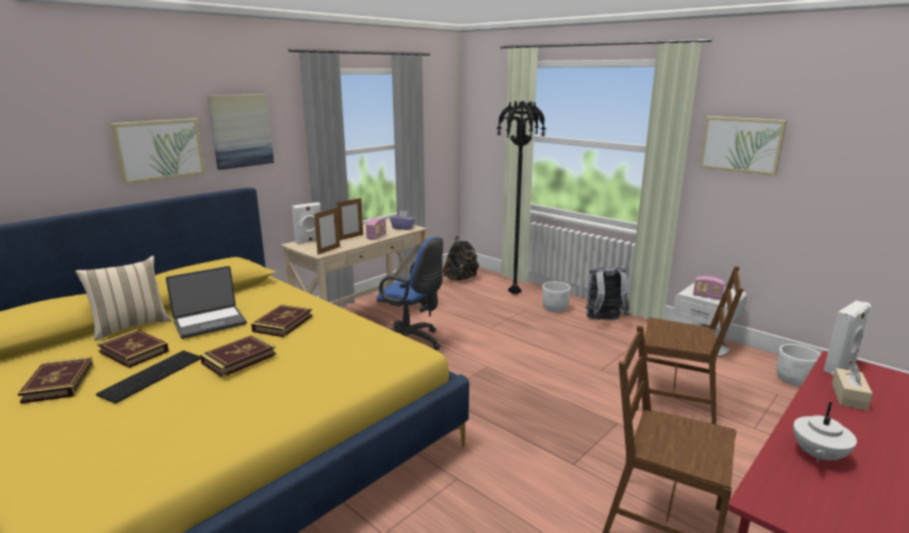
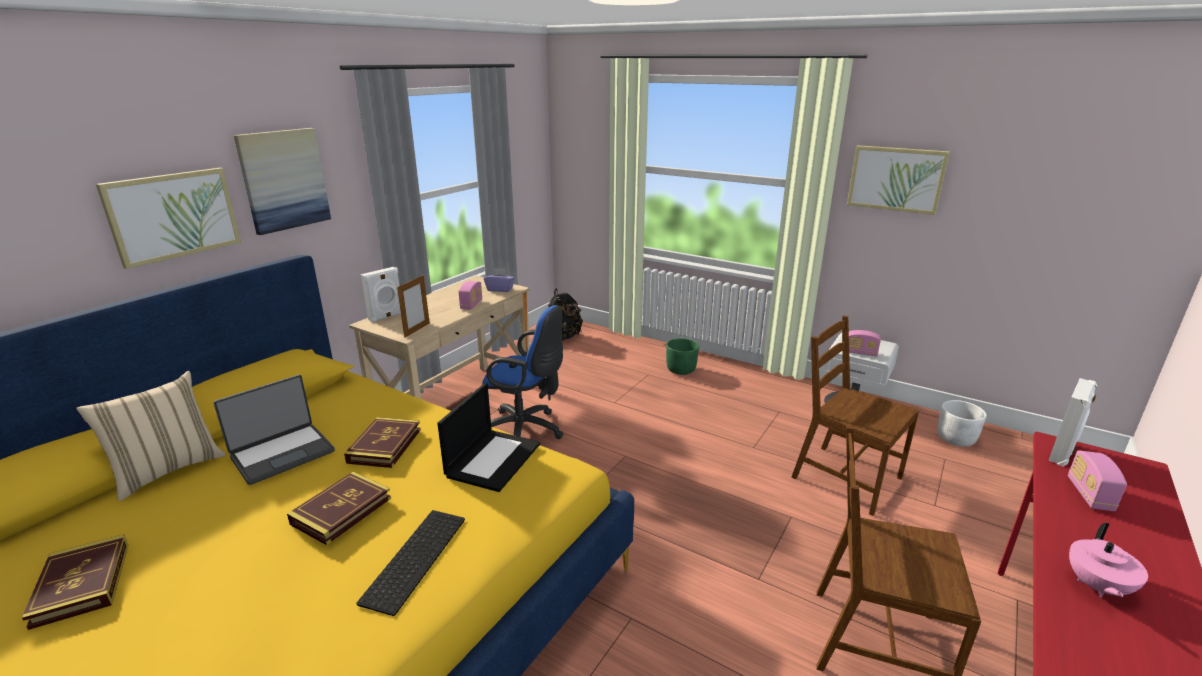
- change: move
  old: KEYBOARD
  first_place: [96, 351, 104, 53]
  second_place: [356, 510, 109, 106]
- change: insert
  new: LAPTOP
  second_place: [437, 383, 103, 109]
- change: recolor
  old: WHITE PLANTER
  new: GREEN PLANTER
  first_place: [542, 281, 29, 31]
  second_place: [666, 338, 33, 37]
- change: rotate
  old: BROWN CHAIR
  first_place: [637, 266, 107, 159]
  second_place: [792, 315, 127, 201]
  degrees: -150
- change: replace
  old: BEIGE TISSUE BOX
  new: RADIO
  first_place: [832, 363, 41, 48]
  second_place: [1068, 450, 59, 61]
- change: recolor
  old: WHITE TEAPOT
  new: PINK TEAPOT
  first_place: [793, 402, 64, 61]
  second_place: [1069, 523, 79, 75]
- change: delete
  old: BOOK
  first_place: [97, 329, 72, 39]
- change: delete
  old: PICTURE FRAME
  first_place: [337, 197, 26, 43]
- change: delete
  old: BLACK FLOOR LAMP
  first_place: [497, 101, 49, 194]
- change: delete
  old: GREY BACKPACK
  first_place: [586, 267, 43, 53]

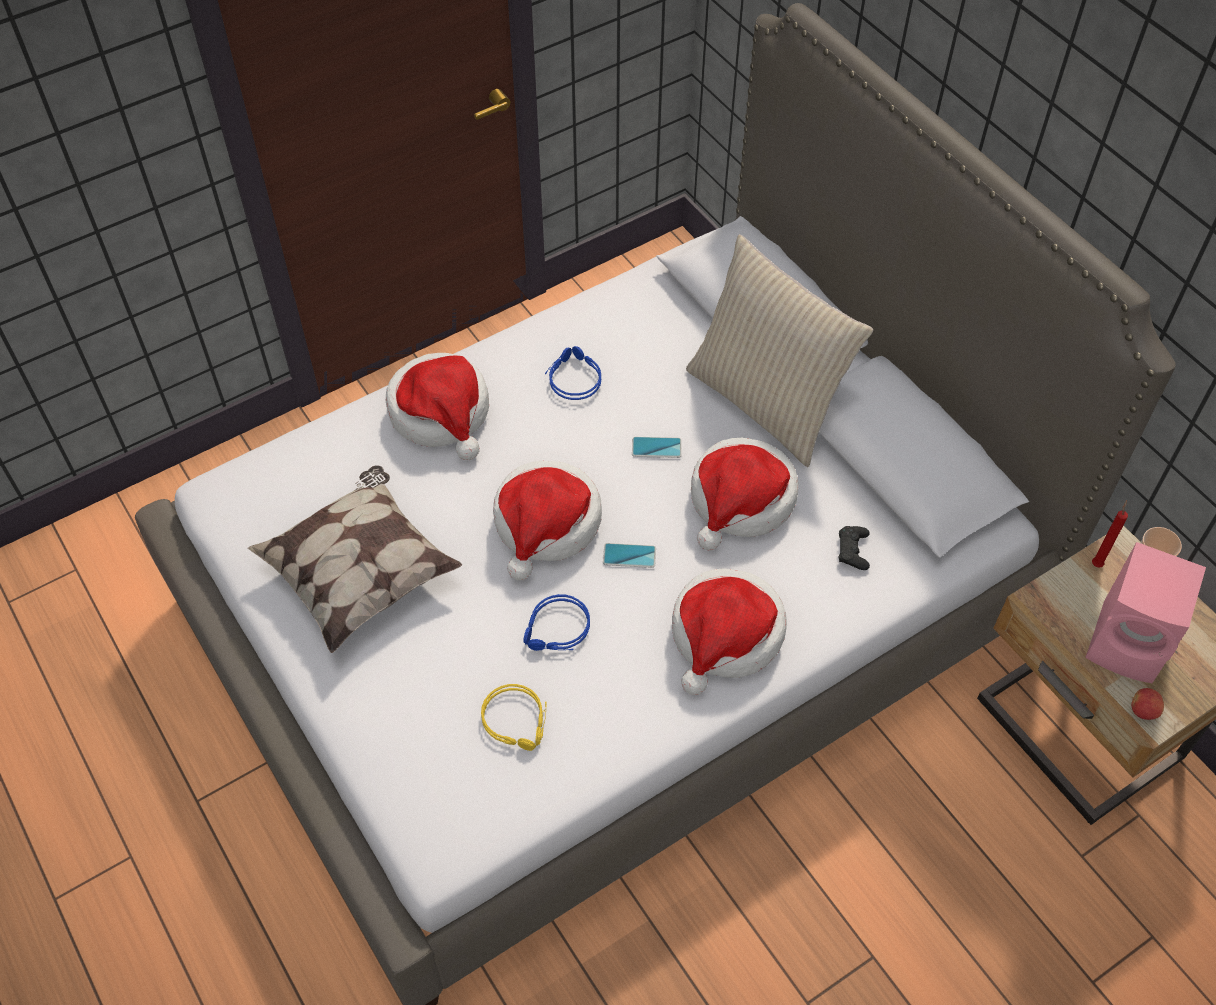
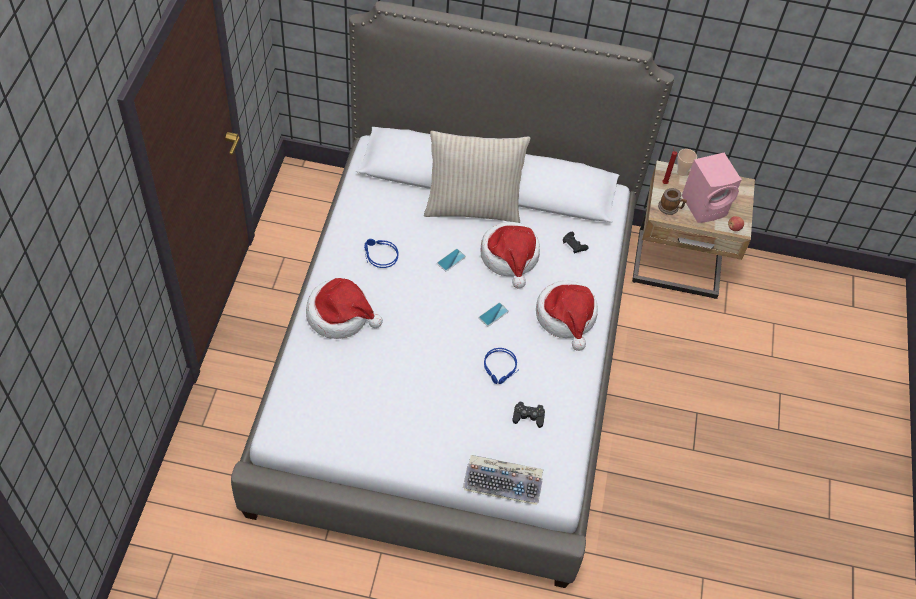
- change: insert
  new: KEYBOARD
  second_place: [463, 455, 80, 50]
- change: replace
  old: YELLOW HEADPHONES
  new: BLACK GAME CONTROLLER
  first_place: [481, 684, 66, 67]
  second_place: [512, 402, 33, 26]
- change: insert
  new: MUG
  second_place: [658, 188, 29, 27]
- change: delete
  old: PILLOW
  first_place: [248, 465, 214, 188]
- change: delete
  old: HAT
  first_place: [493, 461, 109, 119]

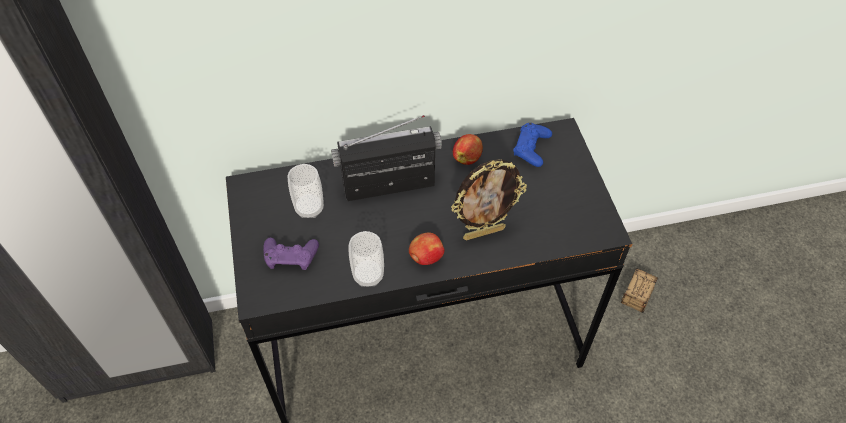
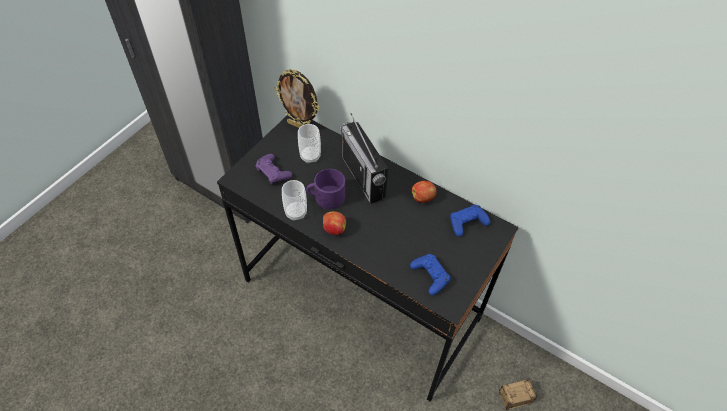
- change: move
  old: PICTURE FRAME
  first_place: [451, 159, 76, 82]
  second_place: [274, 69, 45, 59]
- change: insert
  new: PURPLE MUG
  second_place: [306, 169, 39, 40]
- change: rotate
  old: RADIO
  first_place: [331, 115, 111, 86]
  second_place: [340, 113, 48, 91]
  degrees: -150
- change: insert
  new: BLUE GAME CONTROLLER
  second_place: [410, 254, 41, 41]

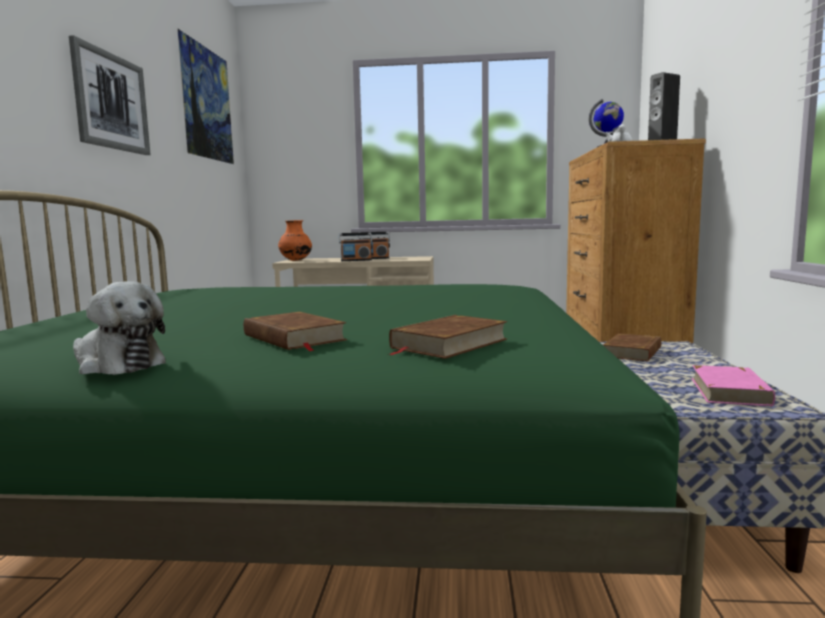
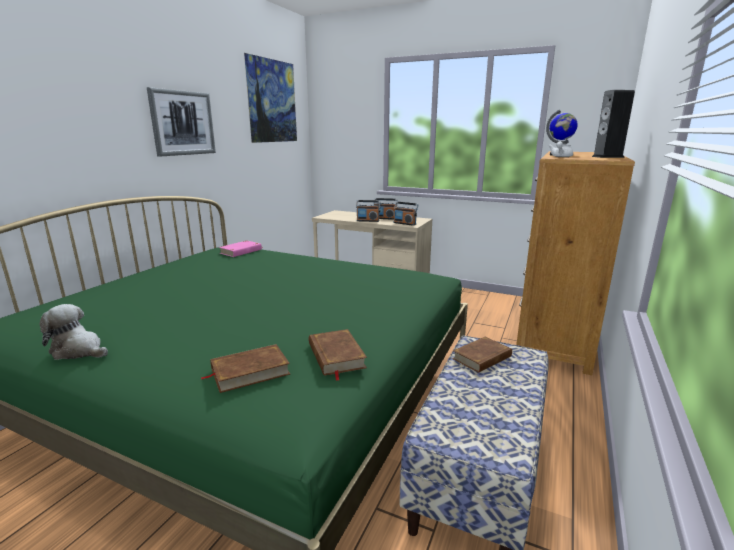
- change: rotate
  old: PLUSH TOY
  first_place: [73, 281, 93, 94]
  second_place: [40, 304, 68, 56]
  degrees: 150
- change: move
  old: PINK BOOK
  first_place: [692, 365, 83, 41]
  second_place: [219, 241, 44, 16]
- change: move
  old: BROWN BOOK
  first_place: [244, 312, 103, 39]
  second_place: [309, 329, 58, 52]
- change: insert
  new: RADIO
  second_place: [394, 202, 24, 24]
- change: delete
  old: ORANGE VASE
  first_place: [278, 220, 34, 41]

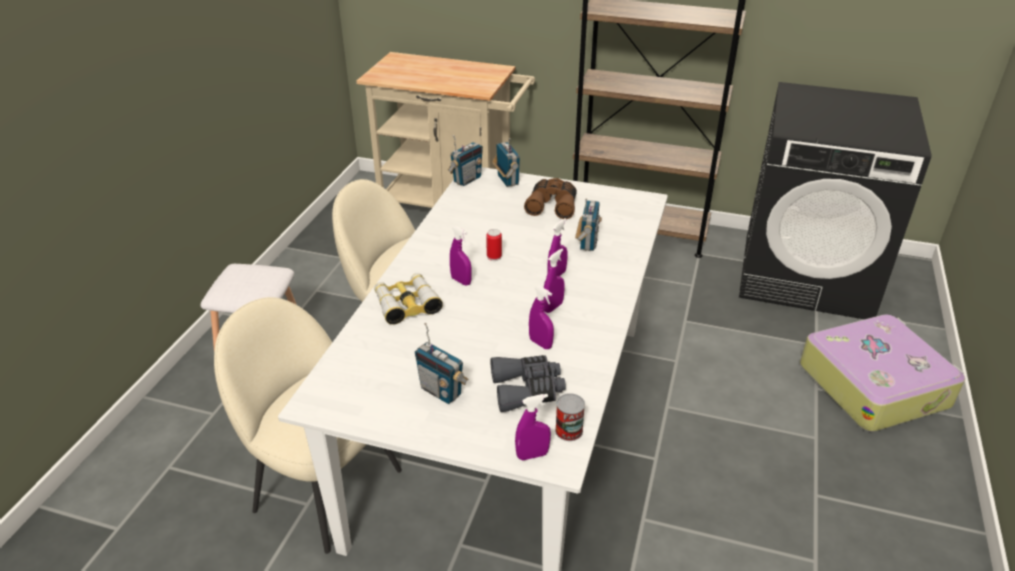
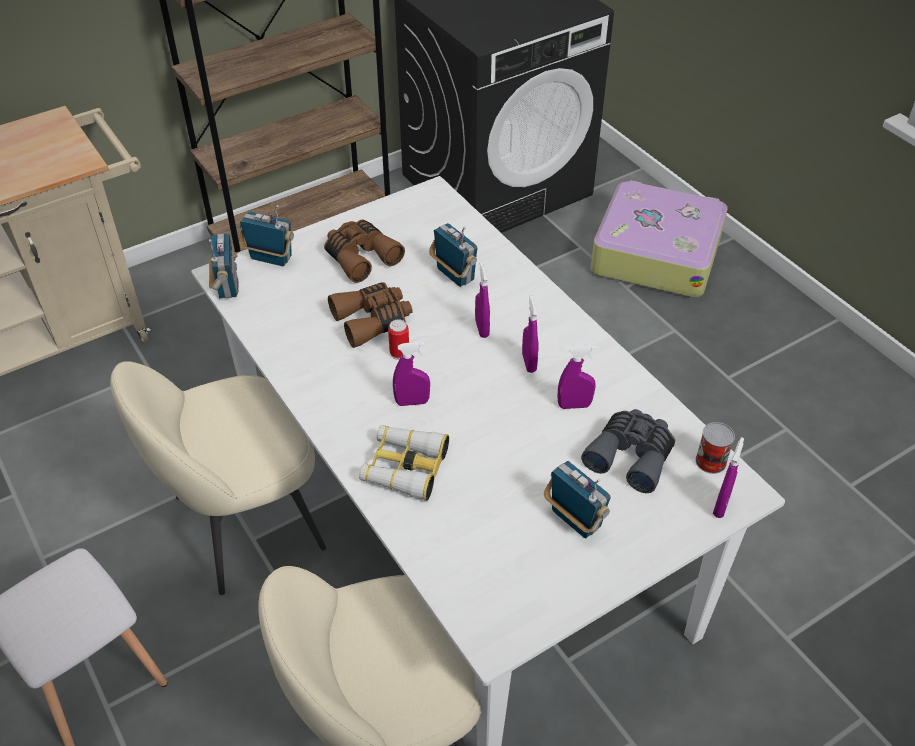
- change: insert
  new: BROWN BINOCULARS
  second_place: [328, 282, 85, 66]
- change: rotate
  old: RADIO
  first_place: [415, 323, 53, 81]
  second_place: [544, 461, 67, 77]
  degrees: -120

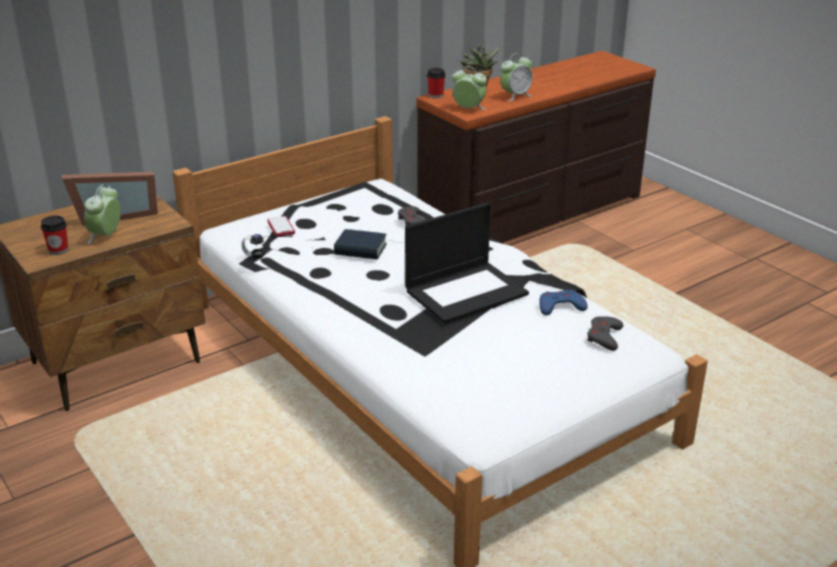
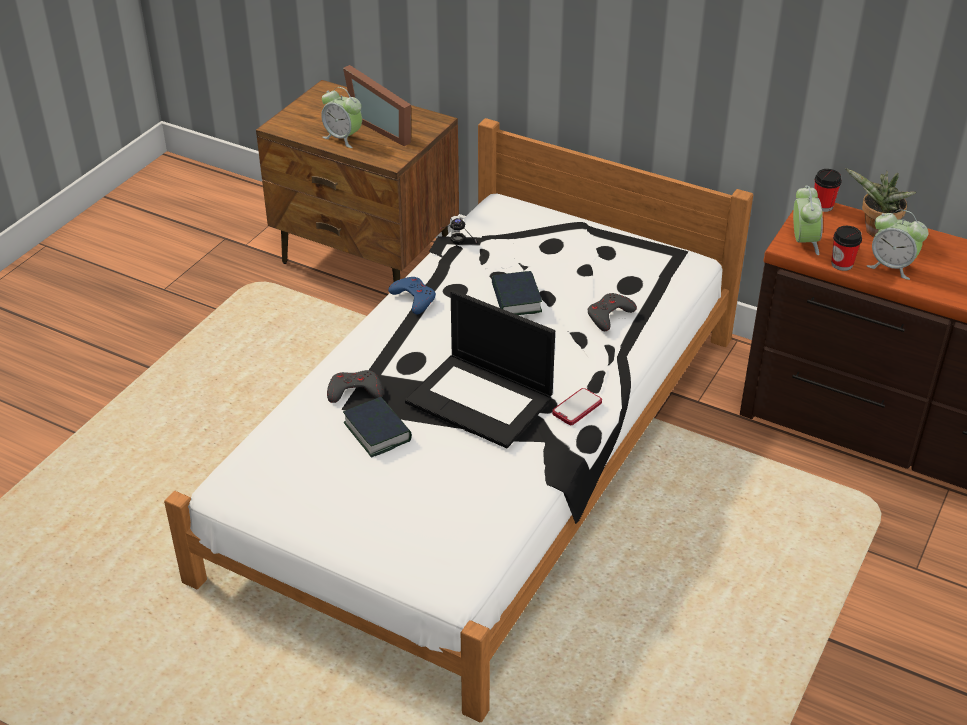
- change: rotate
  old: ALARM CLOCK
  first_place: [84, 185, 37, 59]
  second_place: [321, 87, 41, 61]
  degrees: -135
- change: move
  old: GREY GAME CONTROLLER
  first_place: [587, 316, 36, 35]
  second_place: [327, 370, 57, 33]
- change: insert
  new: BOOK
  second_place: [343, 397, 69, 61]
- change: move
  old: BLUE GAME CONTROLLER
  first_place: [539, 290, 49, 25]
  second_place: [388, 277, 48, 37]
- change: move
  old: PHONE
  first_place: [268, 216, 27, 20]
  second_place: [552, 388, 50, 37]
- change: move
  old: CUP
  first_place: [41, 215, 27, 40]
  second_place: [831, 226, 31, 45]

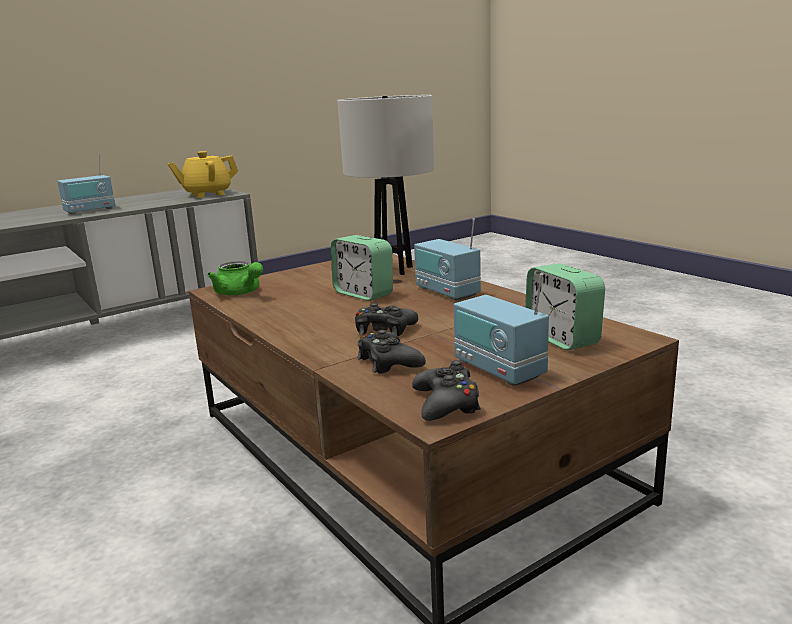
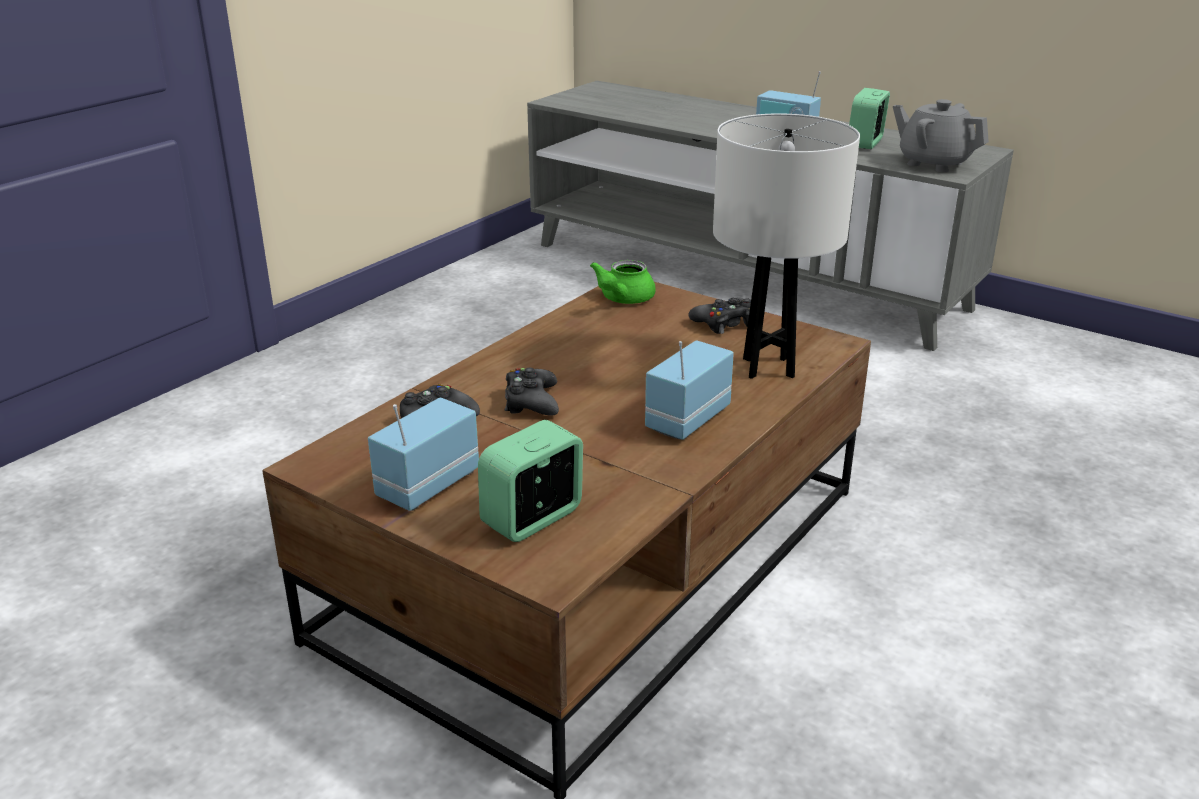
- change: move
  old: BLACK GAME CONTROLLER
  first_place: [412, 360, 69, 61]
  second_place: [689, 298, 62, 36]
- change: move
  old: ALARM CLOCK
  first_place: [331, 235, 62, 66]
  second_place: [849, 88, 41, 61]
- change: recolor
  old: YELLOW TEAPOT
  new: GREY TEAPOT
  first_place: [168, 151, 70, 47]
  second_place: [893, 99, 96, 73]

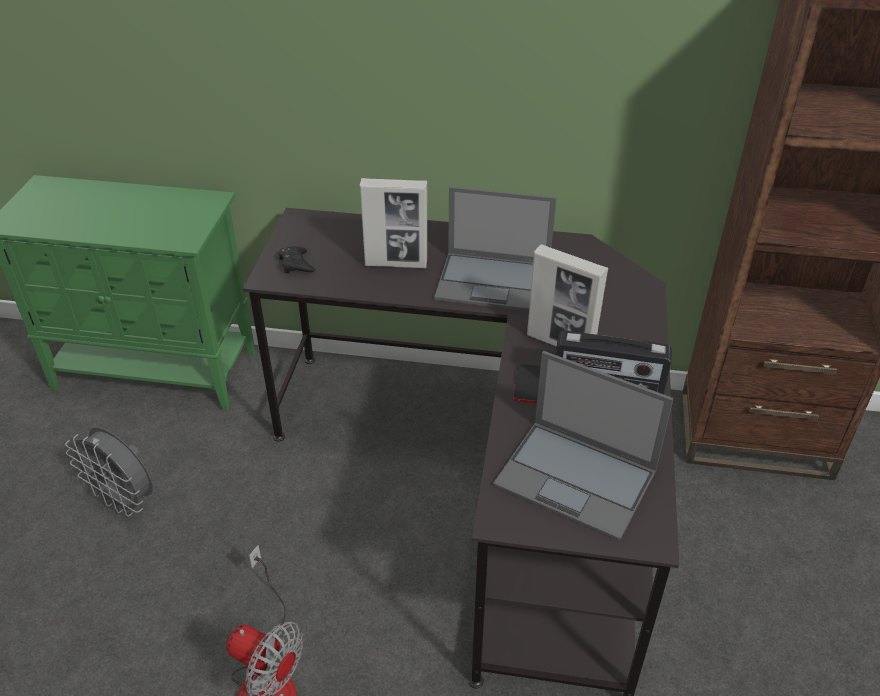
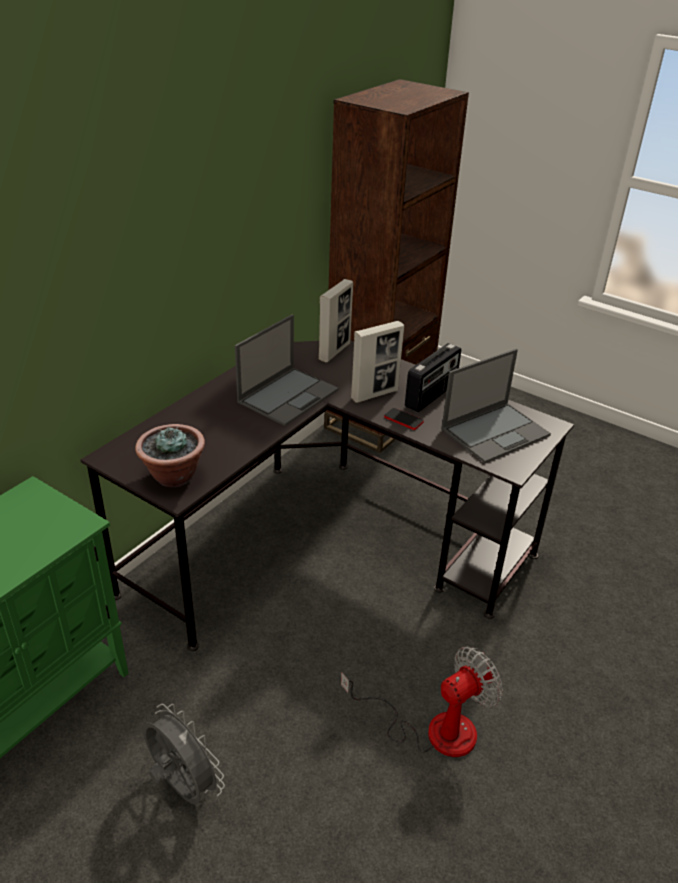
- change: replace
  old: BLACK GAME CONTROLLER
  new: POTTED PLANT
  first_place: [278, 246, 37, 27]
  second_place: [135, 424, 70, 63]
- change: rotate
  old: GREY FAN
  first_place: [65, 427, 88, 90]
  second_place: [142, 704, 83, 101]
  degrees: -105
- change: move
  old: PICTURE FRAME
  first_place: [360, 178, 67, 90]
  second_place: [318, 279, 35, 83]

